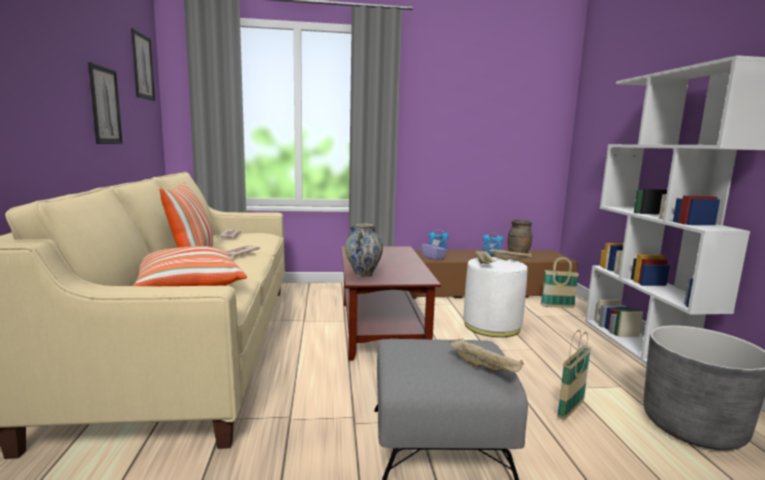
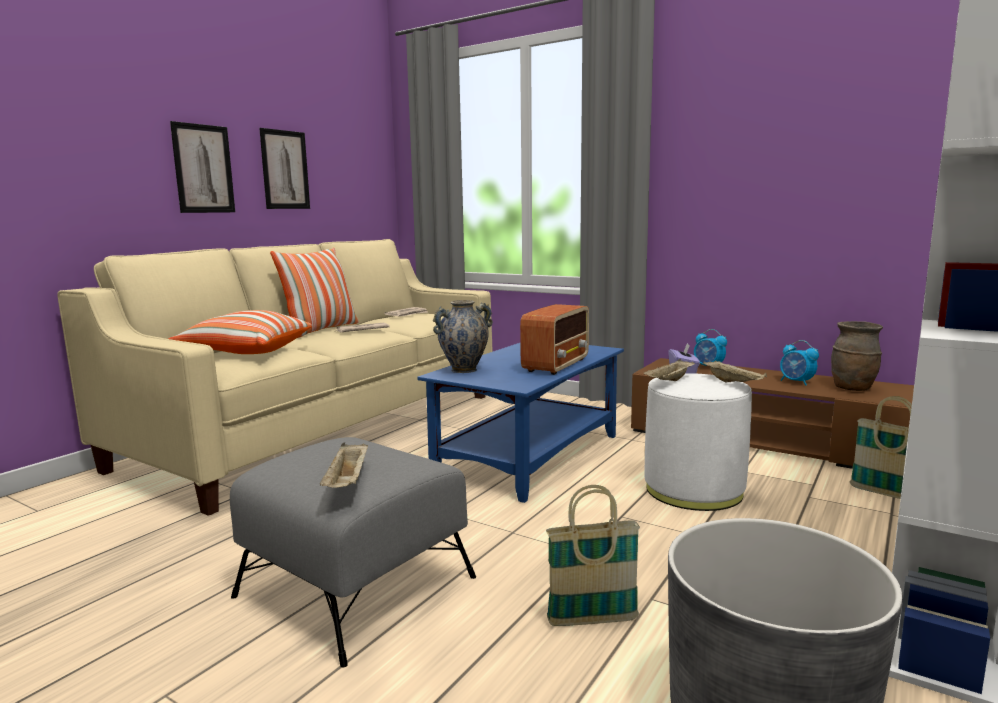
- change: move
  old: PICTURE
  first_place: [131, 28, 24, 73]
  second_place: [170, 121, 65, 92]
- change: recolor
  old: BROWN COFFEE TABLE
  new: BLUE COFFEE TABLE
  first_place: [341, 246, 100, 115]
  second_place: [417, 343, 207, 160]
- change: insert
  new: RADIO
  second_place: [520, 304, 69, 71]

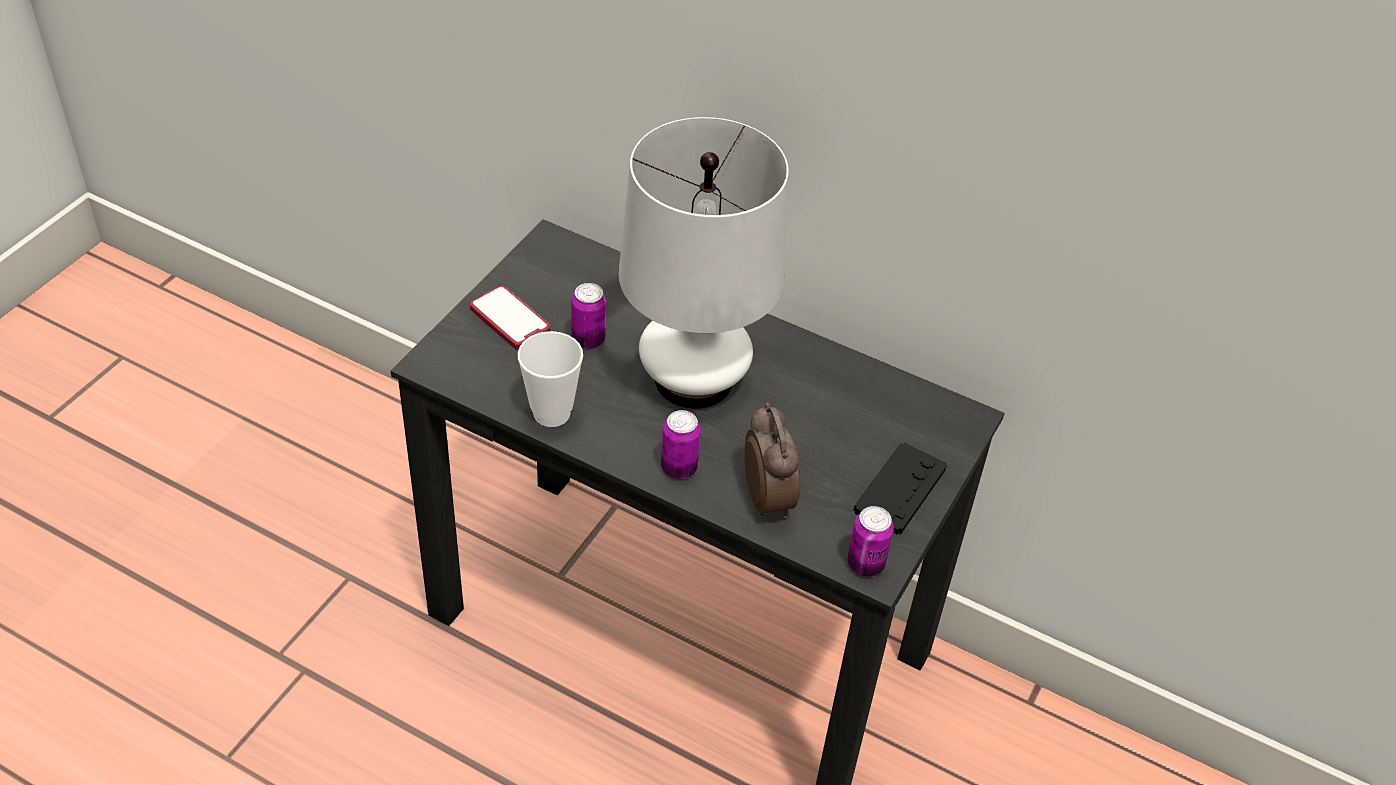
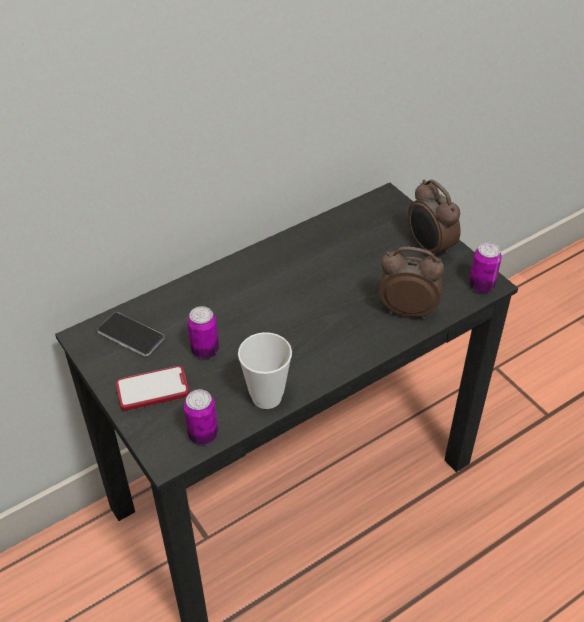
- change: insert
  new: PHONE
  second_place: [97, 312, 68, 44]
- change: move
  old: CAN
  first_place: [661, 410, 40, 69]
  second_place: [184, 389, 34, 56]
- change: replace
  old: BLACK GAME CONTROLLER
  new: ALARM CLOCK
  first_place: [854, 443, 93, 92]
  second_place: [408, 179, 53, 77]
- change: delete
  old: WHITE TABLE LAMP
  first_place: [619, 117, 170, 292]

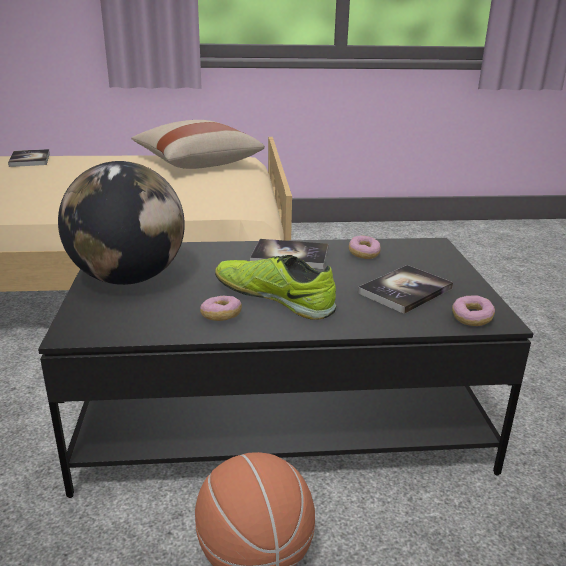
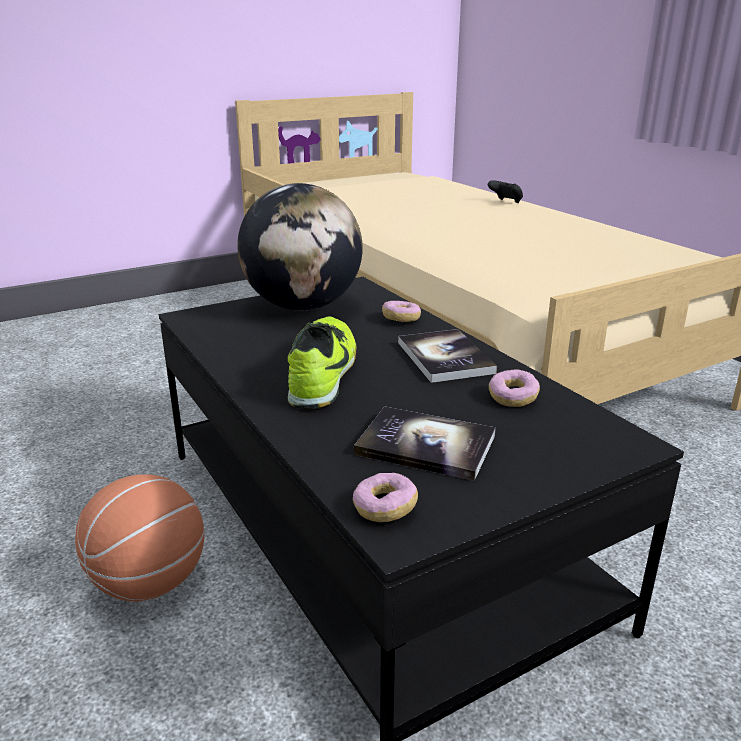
- change: move
  old: DONUT
  first_place: [200, 296, 42, 25]
  second_place: [382, 301, 39, 21]
- change: replace
  old: BOOK
  new: BLACK GAME CONTROLLER
  first_place: [8, 149, 42, 18]
  second_place: [488, 180, 35, 23]
- change: delete
  old: BEIGE PILLOW
  first_place: [132, 120, 133, 49]

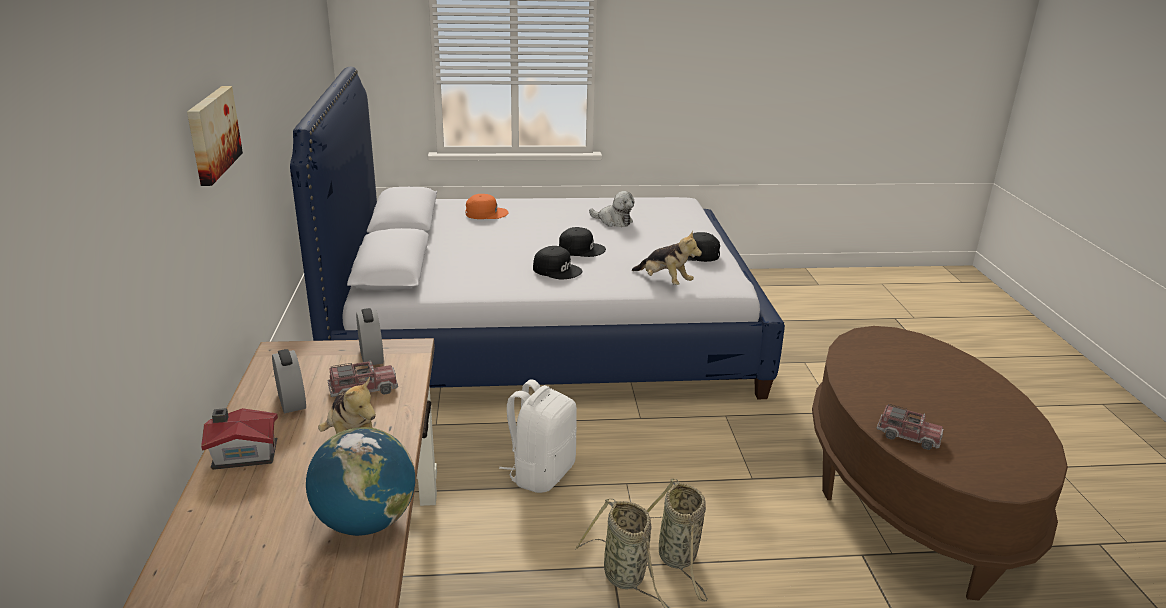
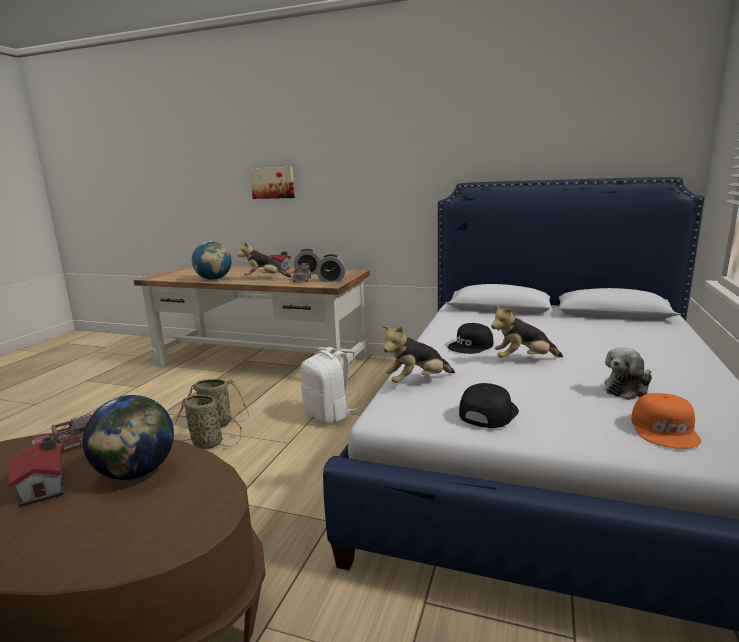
- change: insert
  new: TOY HOUSE
  second_place: [8, 436, 57, 71]
- change: insert
  new: GLOBE
  second_place: [83, 395, 91, 85]
- change: move
  old: PICTURE
  first_place: [187, 86, 56, 100]
  second_place: [250, 167, 45, 32]
- change: replace
  old: BLACK CAP
  new: PLUSH TOY
  first_place: [559, 227, 47, 30]
  second_place: [491, 305, 72, 52]
- change: move
  old: ORANGE CAP
  first_place: [466, 194, 43, 25]
  second_place: [631, 393, 70, 56]

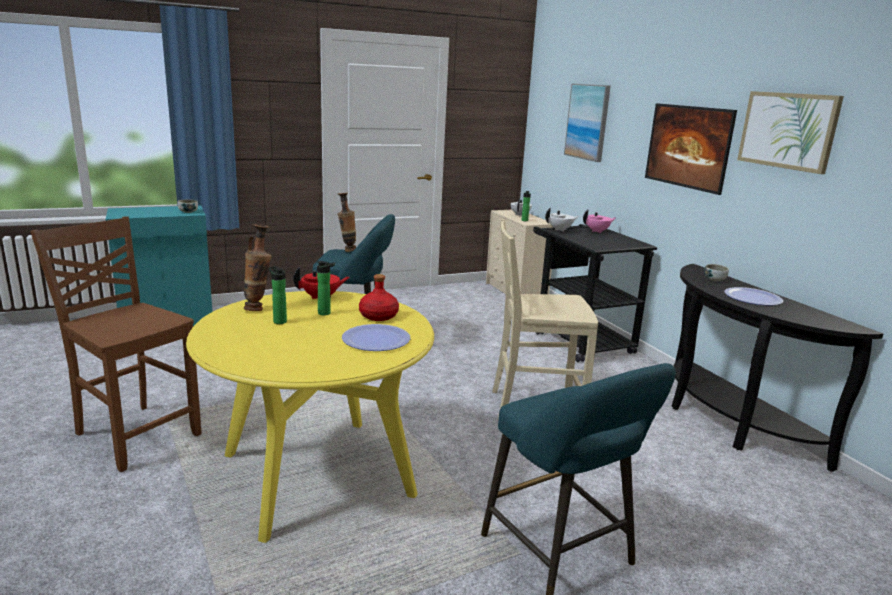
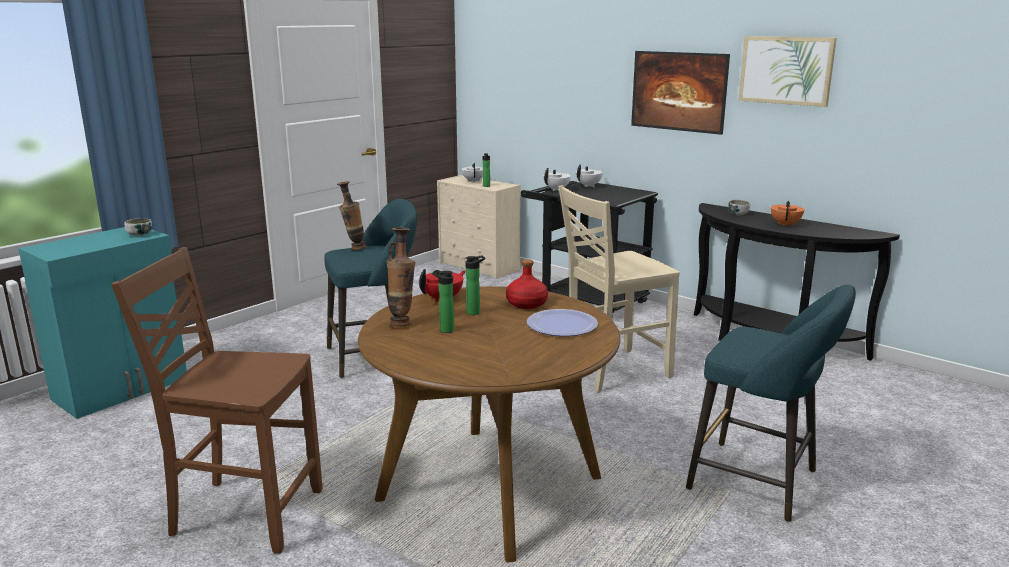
- change: recolor
  old: YELLOW DINING TABLE
  new: BROWN DINING TABLE
  first_place: [186, 291, 248, 252]
  second_place: [358, 286, 262, 276]
- change: recolor
  old: PINK TEAPOT
  new: WHITE TEAPOT
  first_place: [583, 209, 33, 24]
  second_place: [576, 164, 27, 23]
- change: replace
  old: PLATE
  new: ORANGE TEAPOT
  first_place: [724, 287, 59, 19]
  second_place: [771, 201, 33, 26]
- change: delete
  old: PICTURE
  first_place: [564, 84, 47, 78]

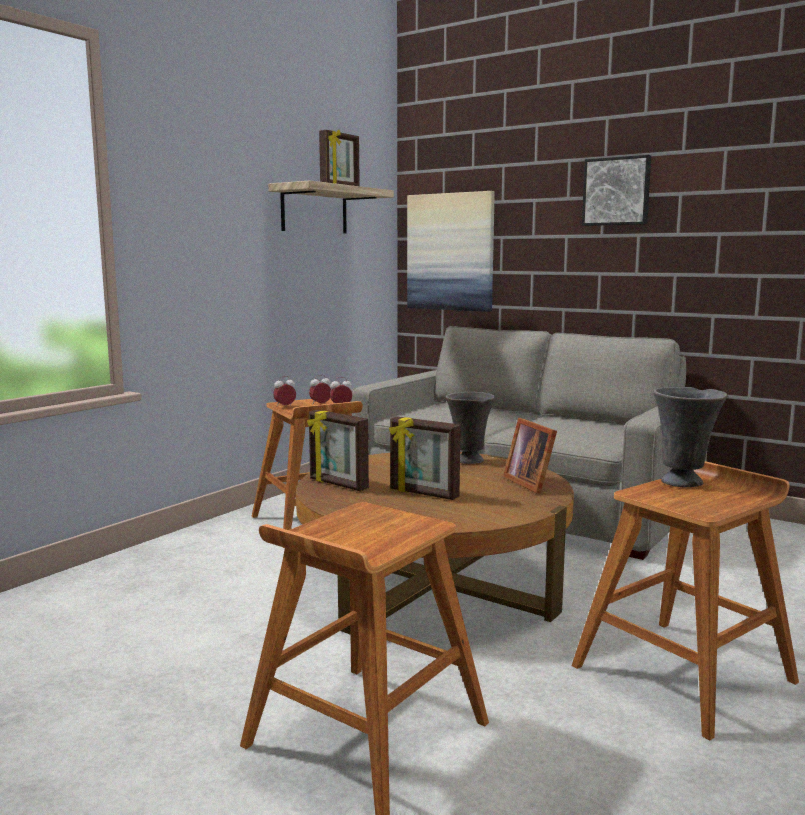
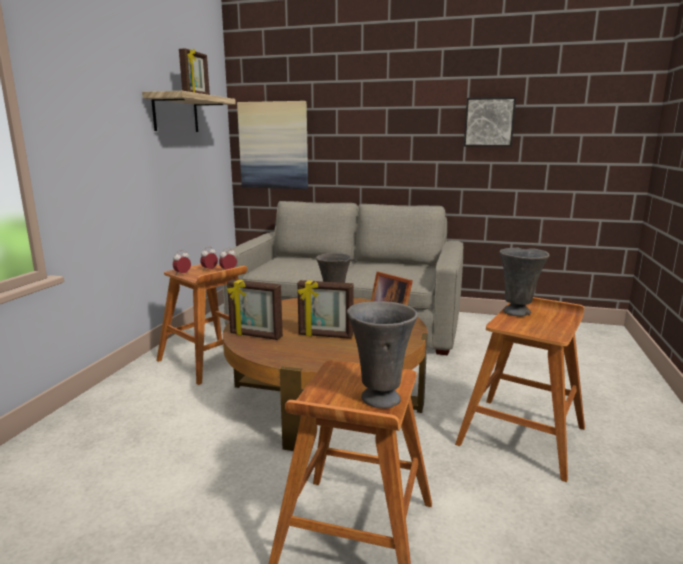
- change: insert
  new: GREY VASE
  second_place: [347, 301, 71, 108]
- change: move
  old: PICTURE
  first_place: [582, 155, 69, 71]
  second_place: [464, 97, 52, 50]

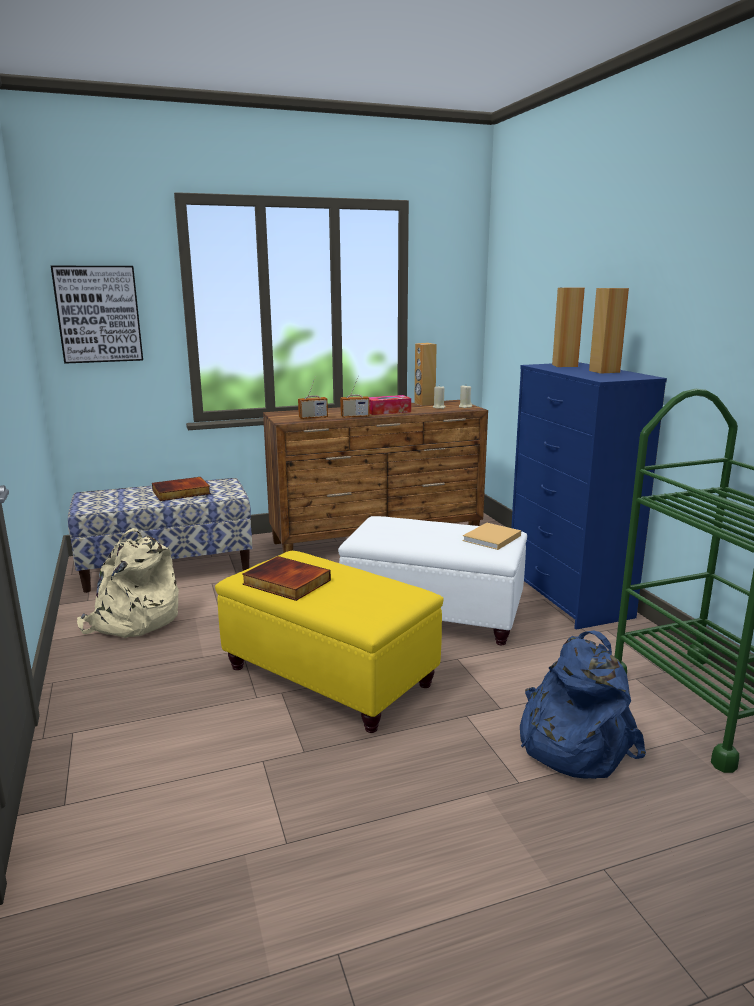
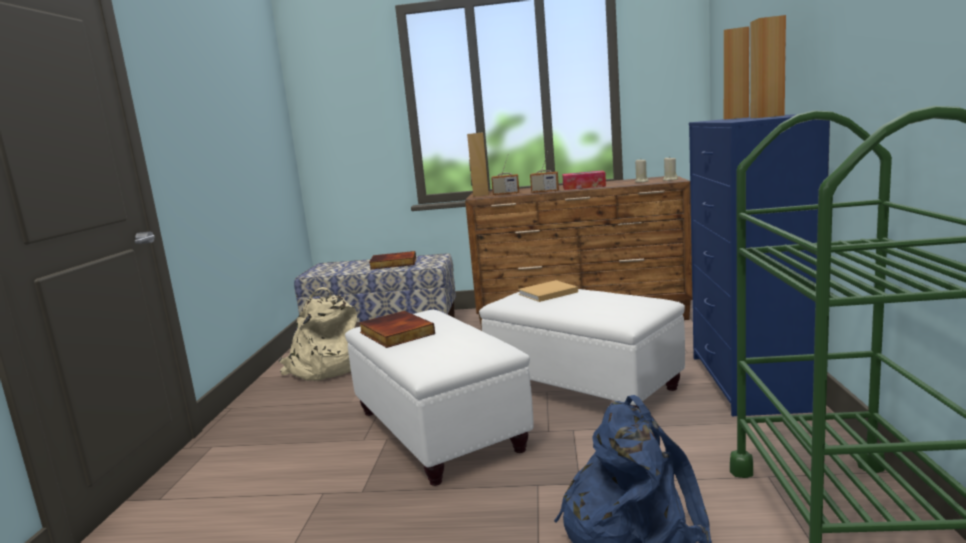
- change: recolor
  old: YELLOW OTTOMAN
  new: WHITE OTTOMAN
  first_place: [215, 551, 229, 182]
  second_place: [345, 310, 189, 176]
- change: move
  old: BROWN SPEAKER
  first_place: [414, 343, 23, 63]
  second_place: [467, 132, 22, 65]
- change: move
  old: BEIGE BOOK
  first_place: [463, 523, 58, 27]
  second_place: [518, 280, 60, 22]
- change: delete
  old: PICTURE
  first_place: [51, 266, 92, 98]

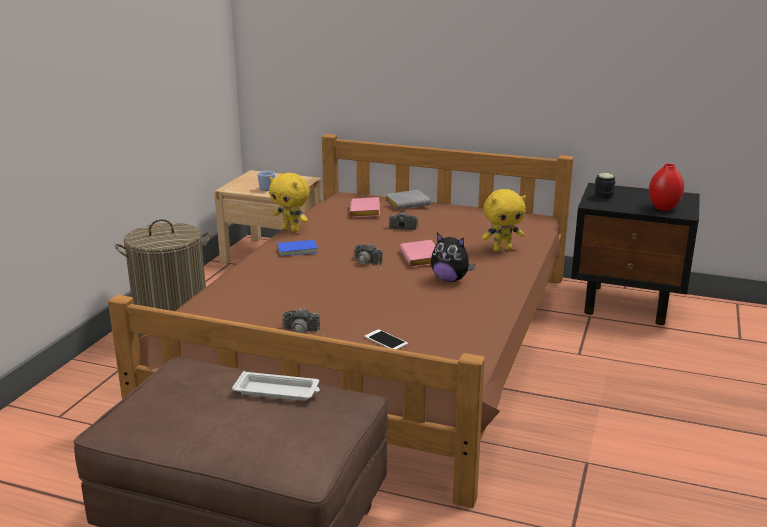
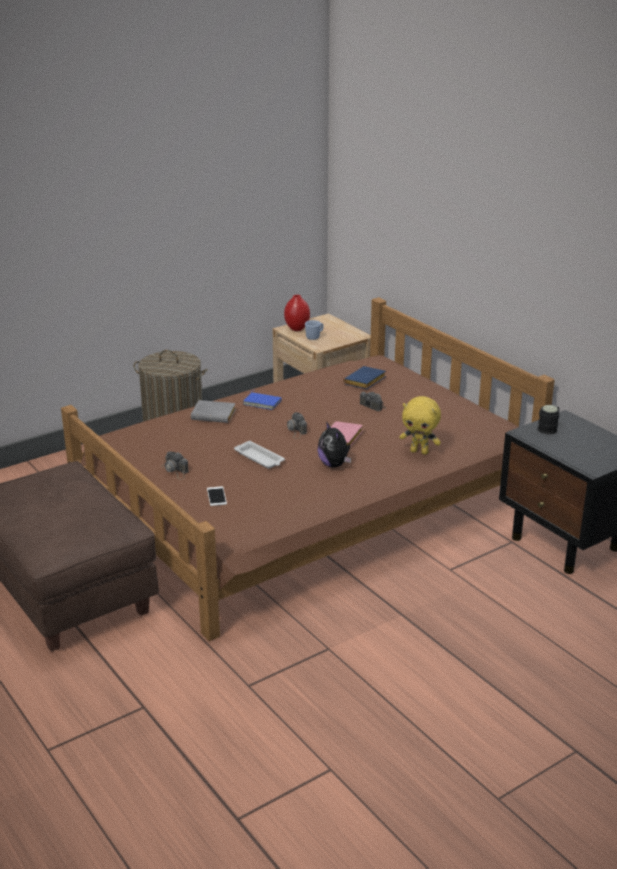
- change: move
  old: GREY BOOK
  first_place: [385, 190, 46, 20]
  second_place: [191, 400, 45, 23]
- change: move
  old: WHITE TRAY
  first_place: [232, 371, 88, 30]
  second_place: [234, 440, 51, 28]
- change: move
  old: RED VASE
  first_place: [649, 163, 35, 48]
  second_place: [284, 295, 26, 36]
- change: recolor
  old: PINK BOOK
  new: BLUE BOOK
  first_place: [350, 197, 30, 21]
  second_place: [343, 366, 43, 23]
- change: delete
  old: YELLOW PLUSH TOY
  first_place: [269, 173, 41, 59]

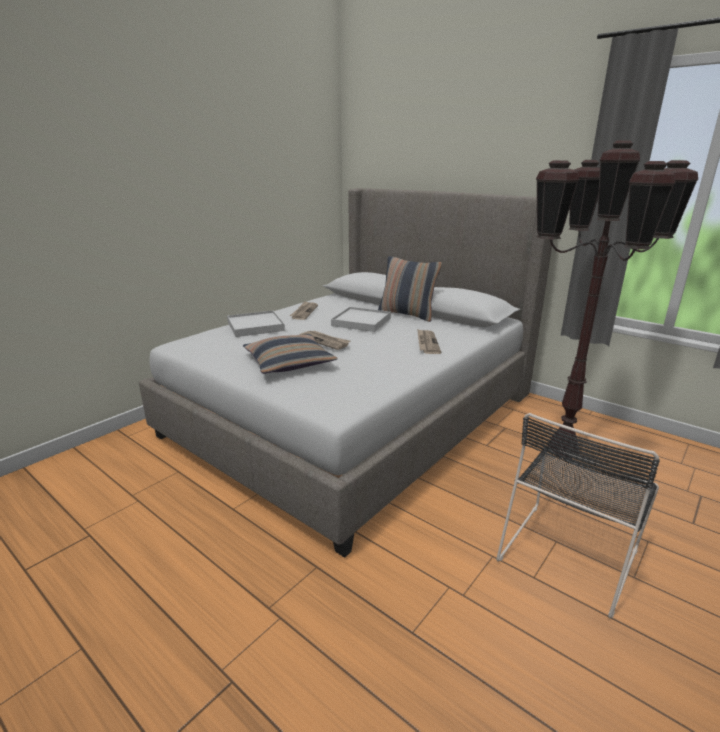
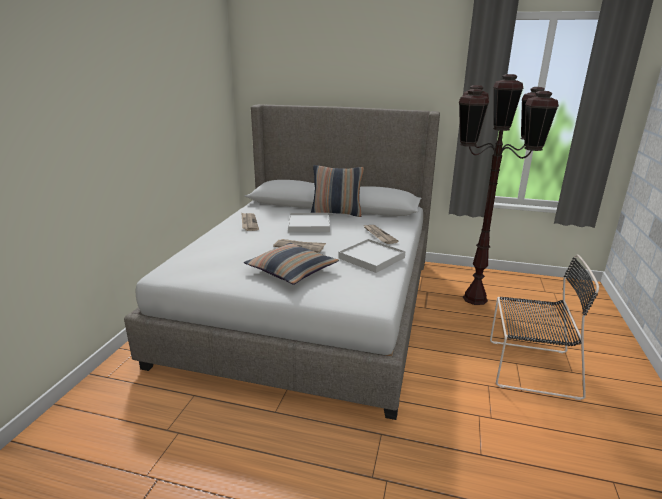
- change: move
  old: WHITE TRAY
  first_place: [227, 310, 58, 27]
  second_place: [338, 239, 68, 34]
- change: rotate
  old: BLACK CHAIR
  first_place: [496, 413, 164, 205]
  second_place: [490, 254, 109, 146]
  degrees: -90

